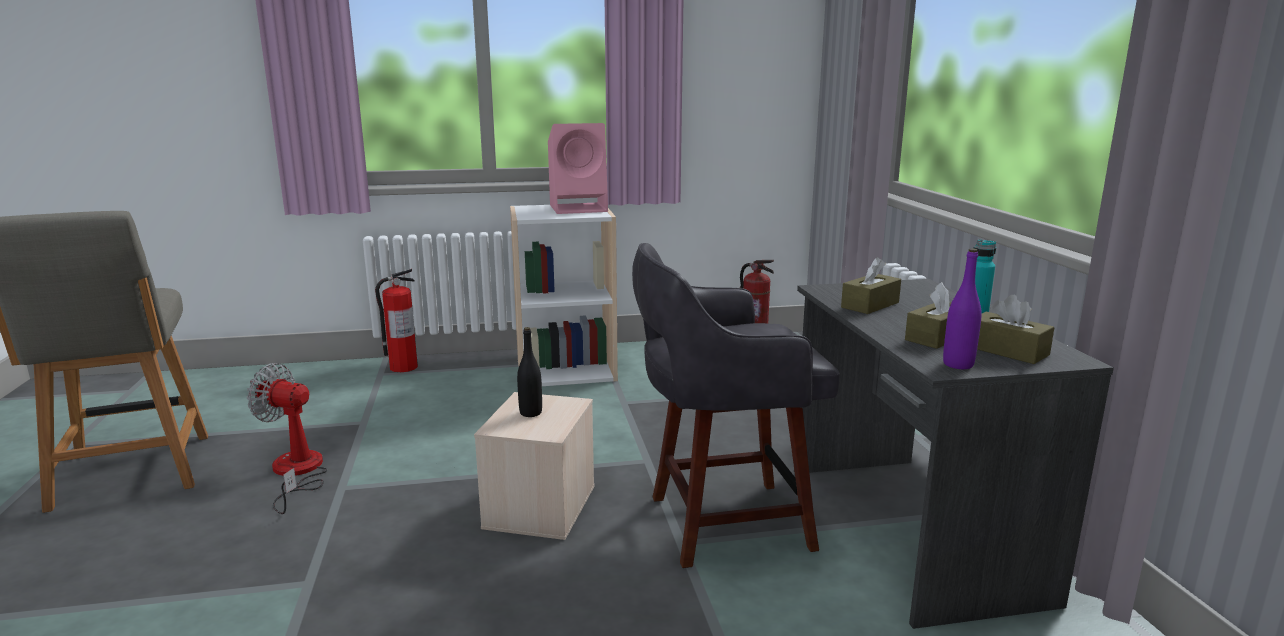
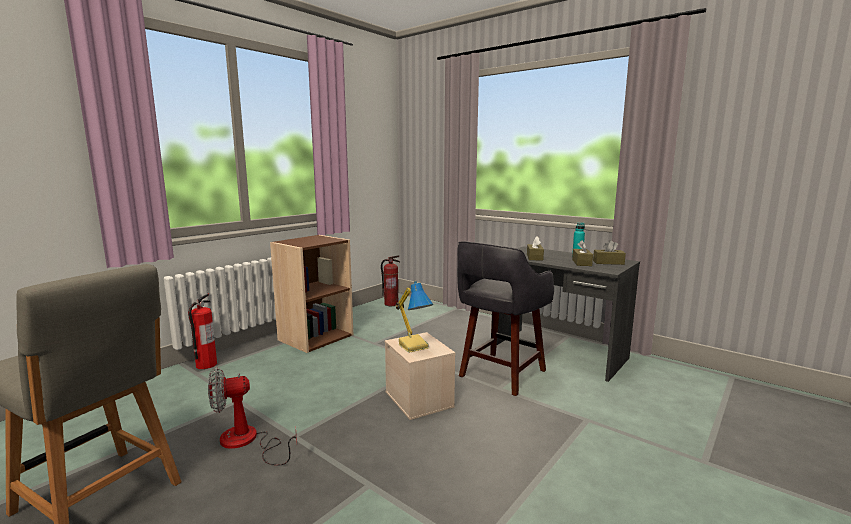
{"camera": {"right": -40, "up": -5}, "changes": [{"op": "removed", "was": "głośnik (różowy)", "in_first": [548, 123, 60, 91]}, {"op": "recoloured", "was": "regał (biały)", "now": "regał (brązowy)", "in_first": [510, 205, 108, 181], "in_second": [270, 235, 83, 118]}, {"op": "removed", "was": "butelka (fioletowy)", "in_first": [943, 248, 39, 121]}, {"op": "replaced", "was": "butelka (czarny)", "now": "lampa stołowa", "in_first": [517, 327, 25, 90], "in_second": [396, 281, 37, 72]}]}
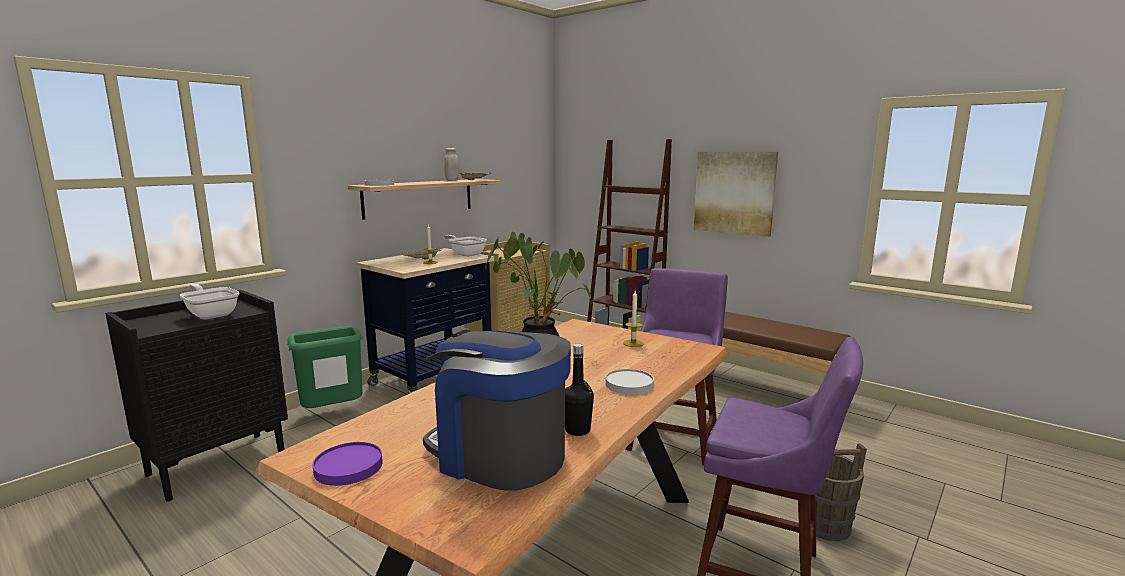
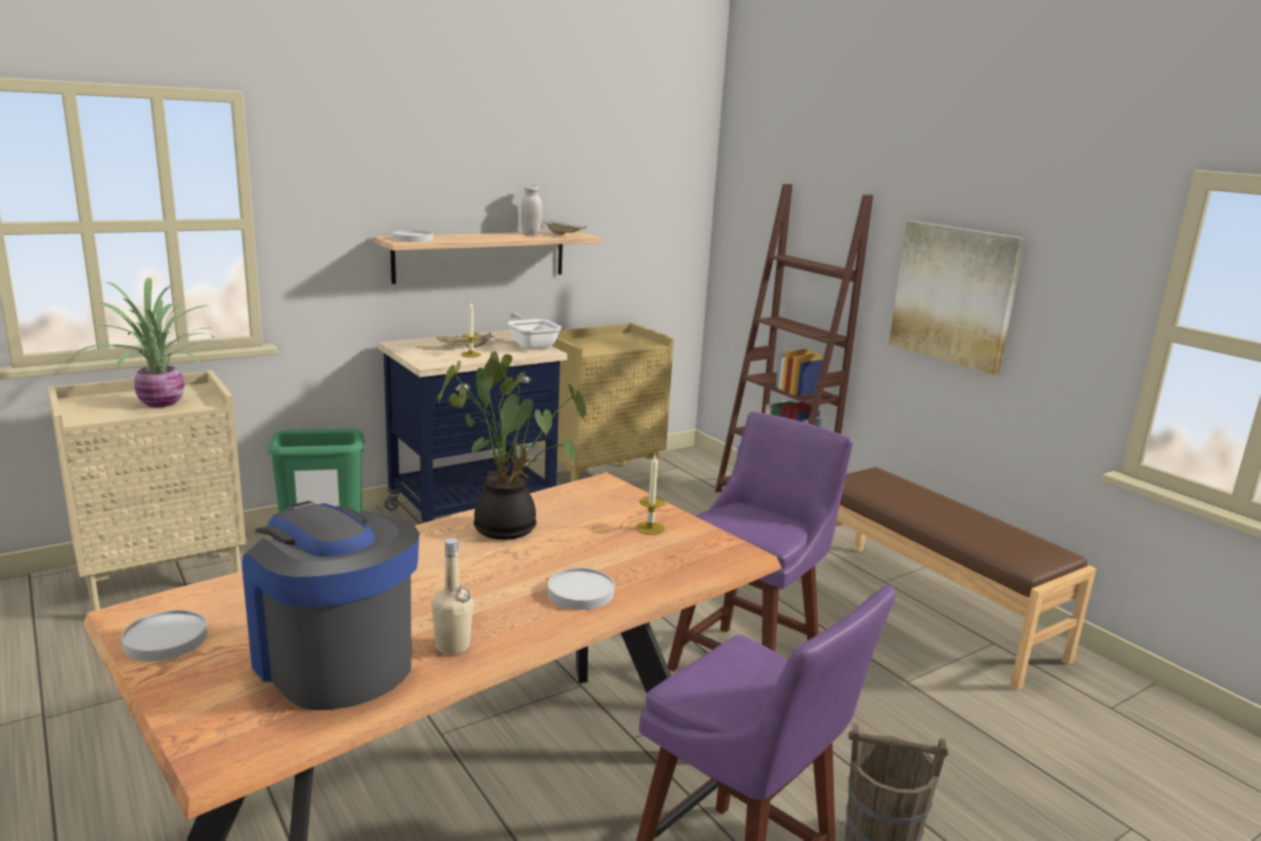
{"camera": {"right": 15, "up": 5}, "changes": [{"op": "replaced", "was": "patelnia", "now": "roślina doniczkowa", "in_first": [180, 284, 60, 35], "in_second": [74, 277, 145, 130]}, {"op": "recoloured", "was": "szafka (czarny)", "now": "szafka (beżowy)", "in_first": [105, 290, 183, 211], "in_second": [48, 370, 198, 241]}, {"op": "recoloured", "was": "butelka (czarny)", "now": "butelka (beżowy)", "in_first": [565, 344, 29, 92], "in_second": [431, 538, 42, 117]}, {"op": "recoloured", "was": "talerz (fioletowy)", "now": "talerz (biały)", "in_first": [313, 442, 70, 44], "in_second": [121, 610, 86, 51]}]}
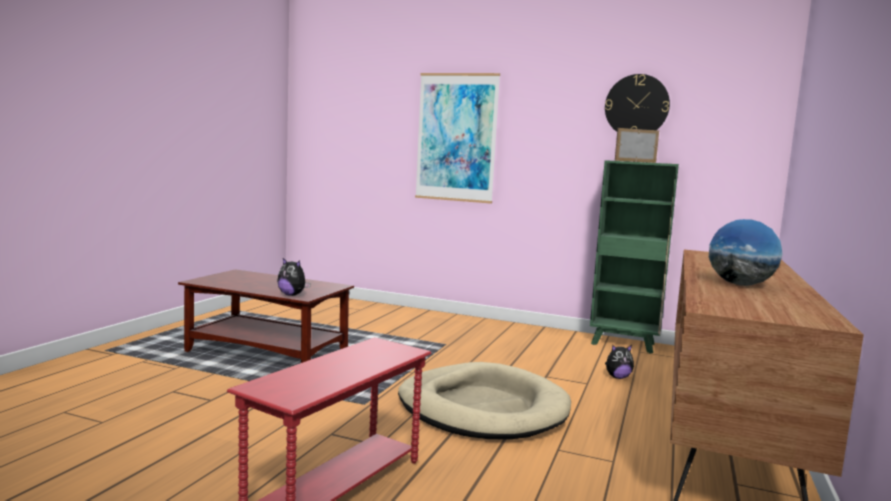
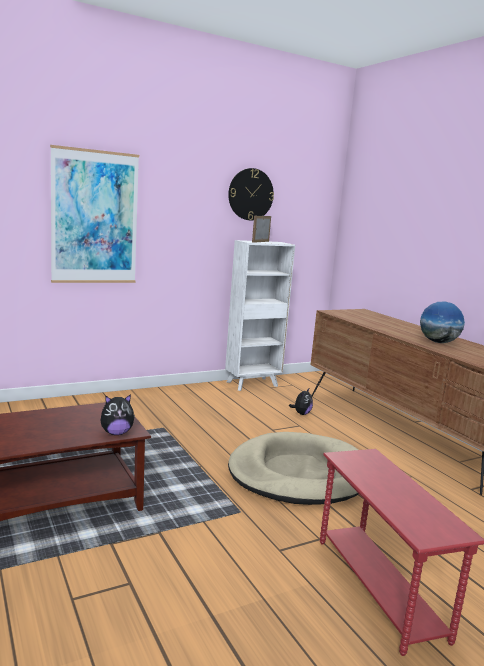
{"camera": {"right": -50, "up": 5}, "changes": [{"op": "recoloured", "was": "regał (zielony)", "now": "regał (biały)", "in_first": [590, 160, 89, 193], "in_second": [225, 240, 70, 151]}]}
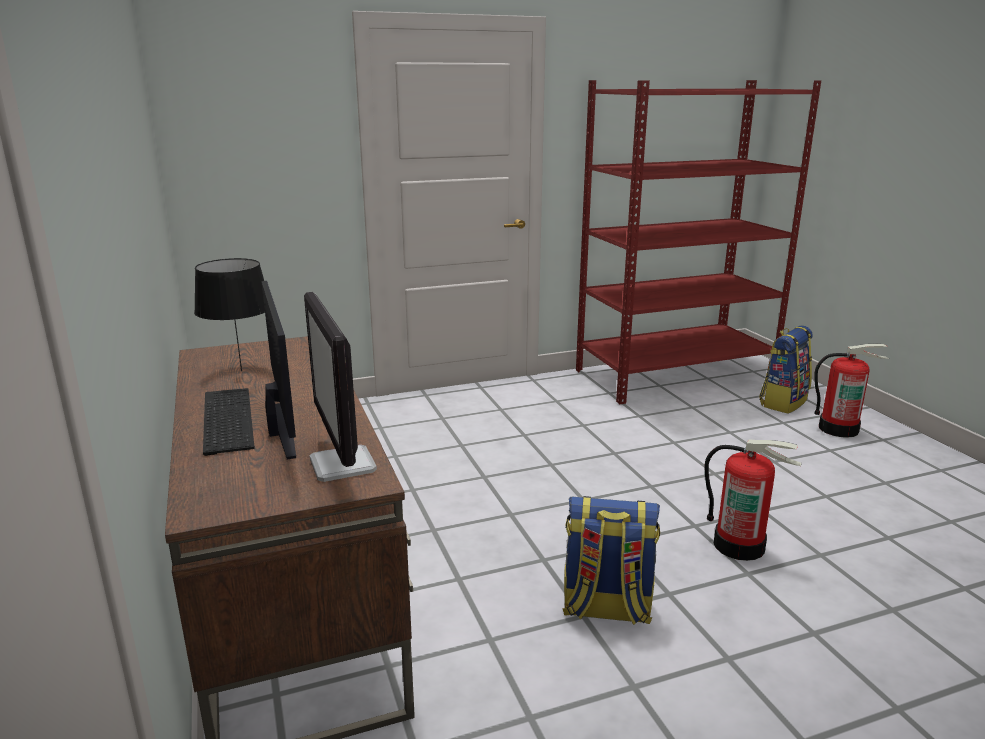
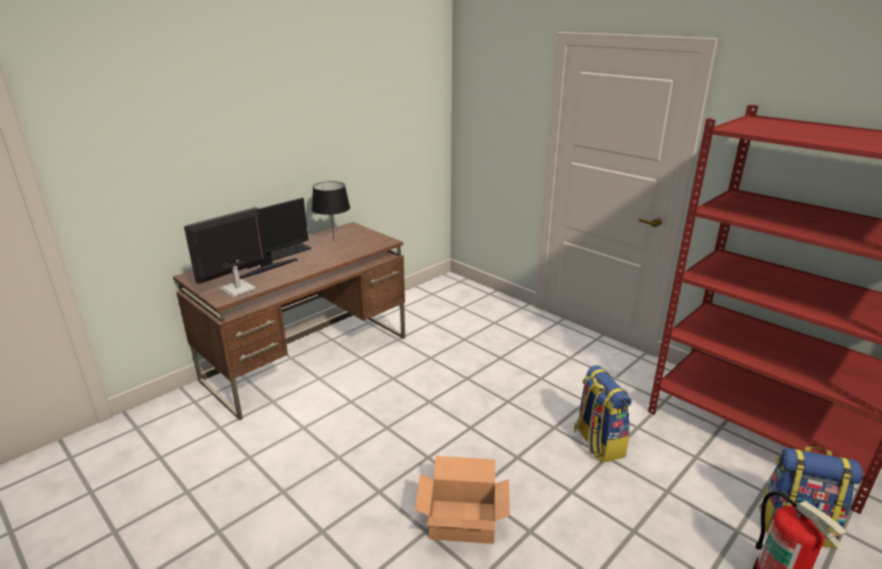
{"camera": {"right": 65, "up": 5}, "changes": [{"op": "replaced", "was": "gaśnica", "now": "karton", "in_first": [705, 439, 97, 122], "in_second": [415, 456, 95, 88]}, {"op": "moved", "was": "plecak", "in_first": [563, 496, 97, 129], "in_second": [574, 365, 58, 97]}]}
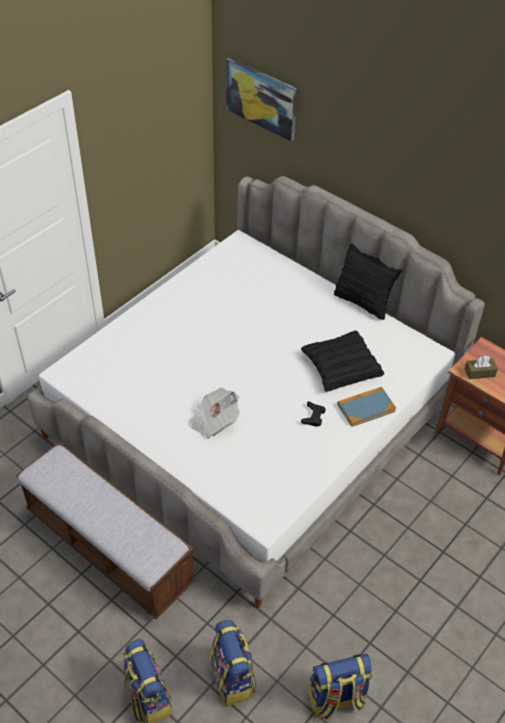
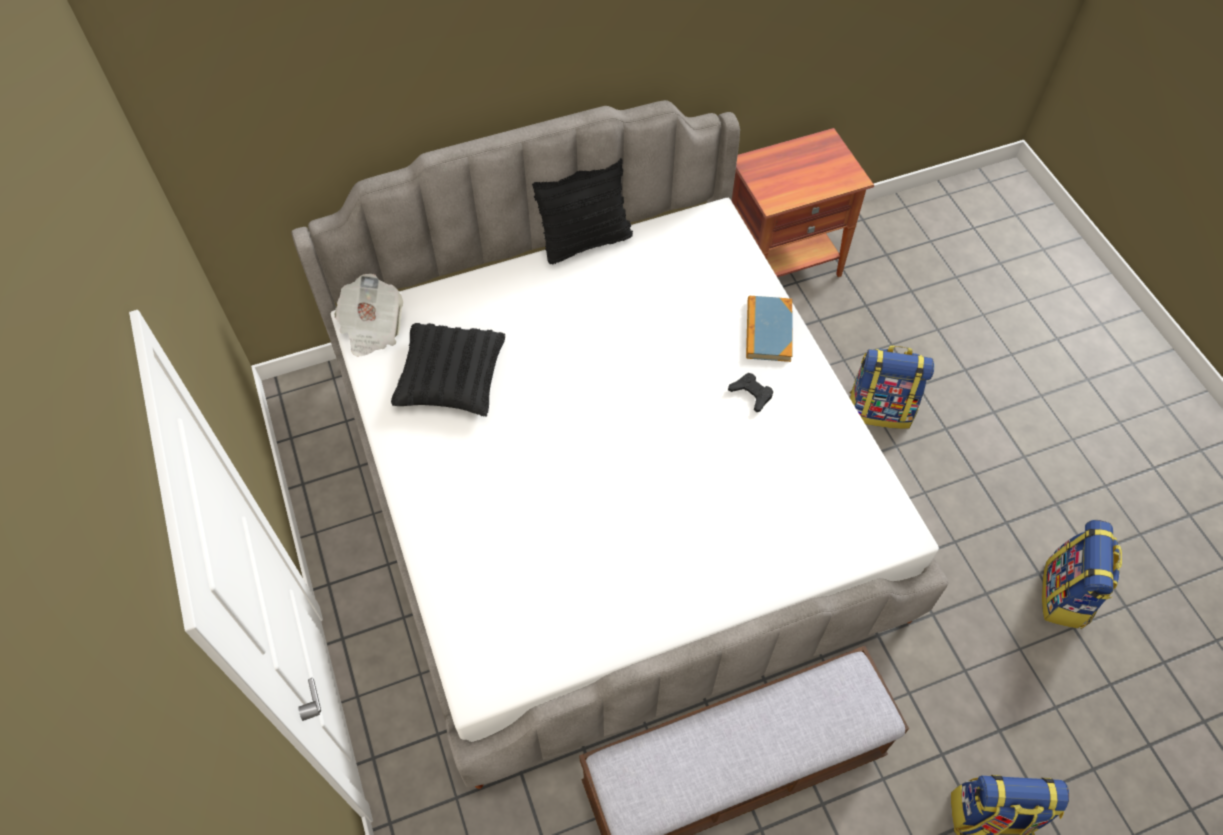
{"camera": {"right": -60, "up": 10}, "changes": [{"op": "removed", "was": "obraz", "in_first": [226, 57, 71, 85]}, {"op": "moved", "was": "poduszka (czarny)", "in_first": [301, 331, 83, 61], "in_second": [391, 323, 114, 94]}, {"op": "removed", "was": "pudełko chusteczek (brązowy)", "in_first": [464, 356, 34, 23]}, {"op": "moved", "was": "gazeta", "in_first": [188, 388, 51, 51], "in_second": [334, 274, 69, 83]}, {"op": "moved", "was": "plecak", "in_first": [210, 620, 47, 86], "in_second": [850, 345, 84, 84]}]}
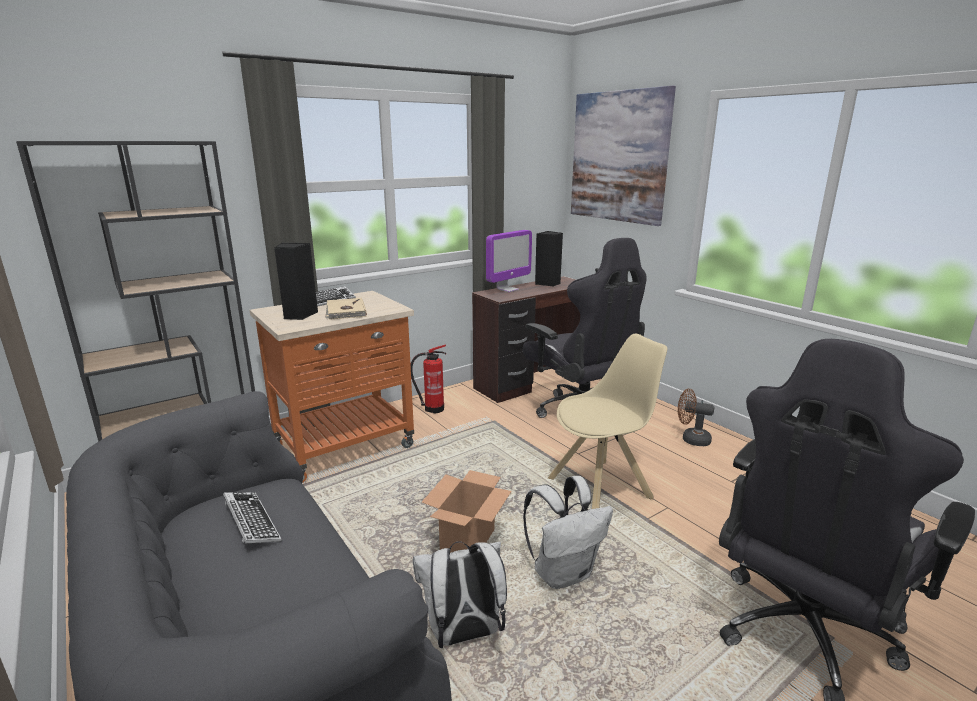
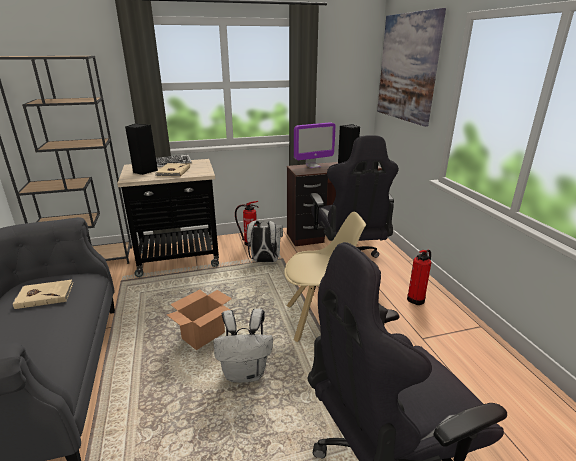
{"camera": {"right": 20, "up": 5}, "changes": [{"op": "recoloured", "was": "wózek (pomarańczowy)", "now": "wózek (czarny)", "in_first": [250, 291, 164, 191], "in_second": [117, 159, 102, 118]}, {"op": "replaced", "was": "wentylator (brązowy)", "now": "gaśnica", "in_first": [678, 388, 36, 58], "in_second": [407, 250, 24, 55]}, {"op": "replaced", "was": "klawiatura", "now": "książka (beżowy)", "in_first": [223, 492, 59, 51], "in_second": [13, 280, 61, 29]}, {"op": "moved", "was": "plecak (biały)", "in_first": [413, 541, 94, 107], "in_second": [247, 220, 36, 42]}]}
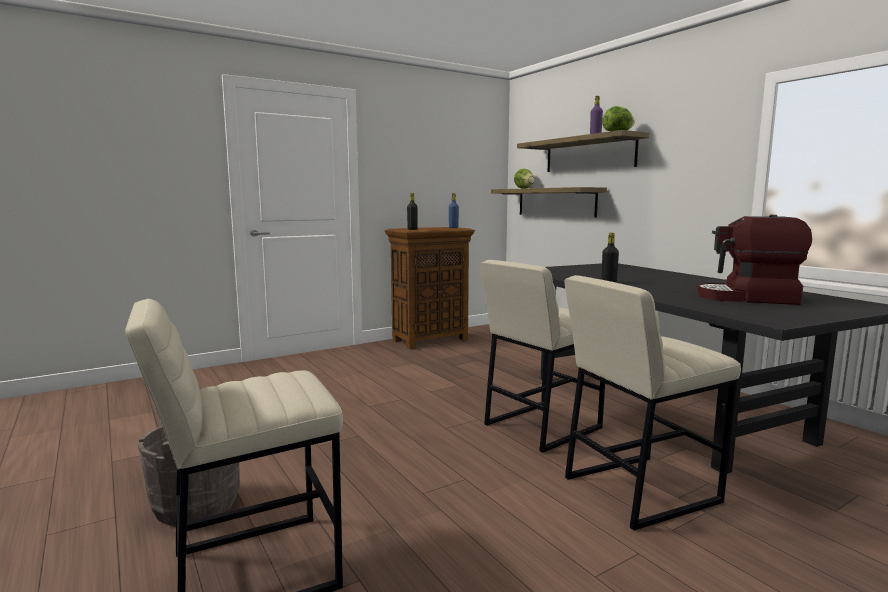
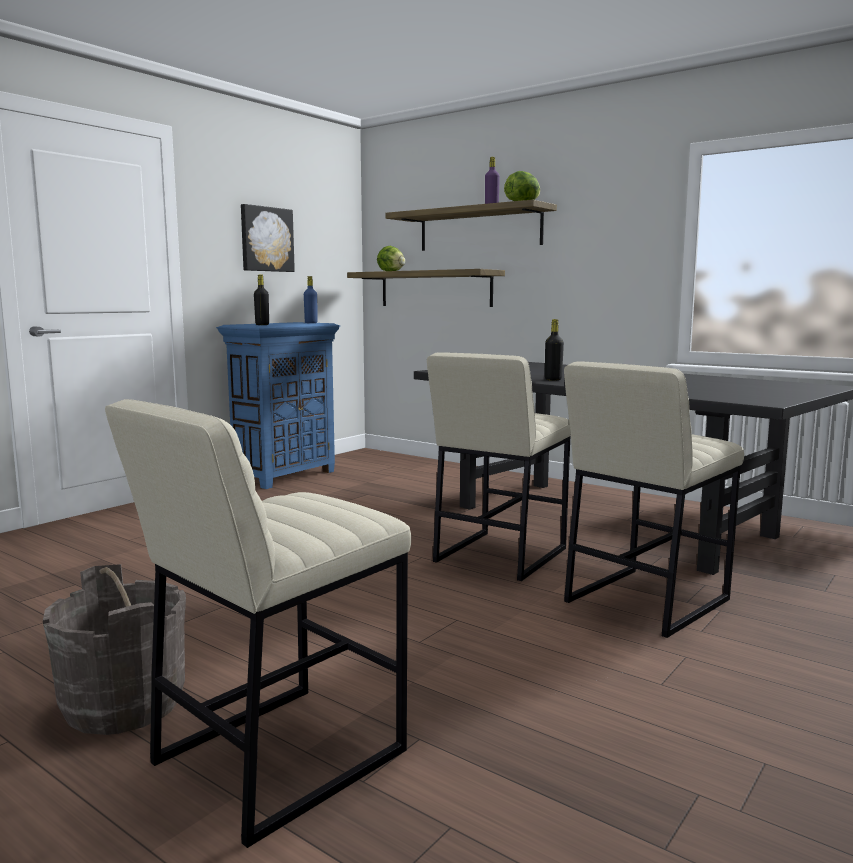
{"camera": {"right": -20, "up": 0}, "changes": [{"op": "removed", "was": "ekspres do kawy", "in_first": [697, 215, 115, 90]}, {"op": "recoloured", "was": "szafka (brązowy)", "now": "szafka (niebieski)", "in_first": [384, 227, 91, 122], "in_second": [216, 322, 124, 167]}, {"op": "added", "now": "obraz", "in_second": [241, 204, 54, 68]}]}
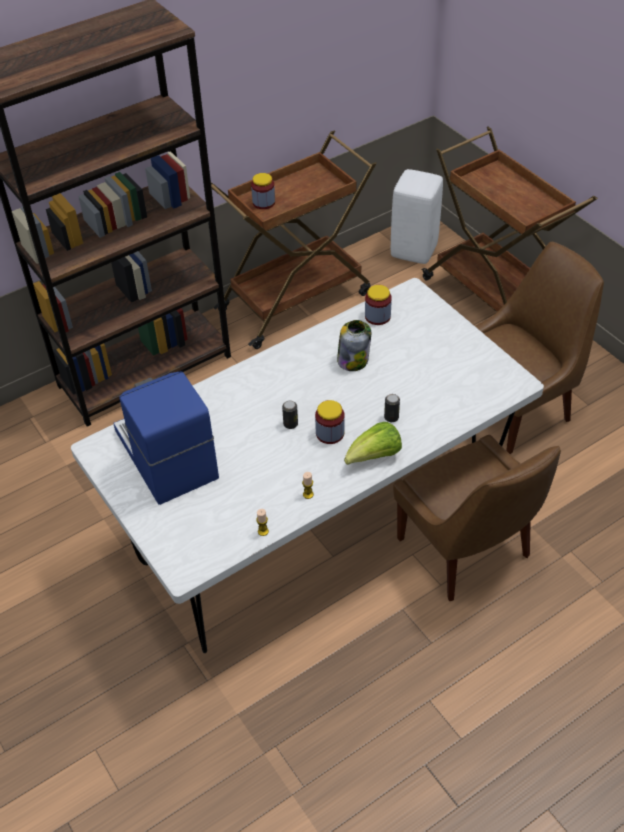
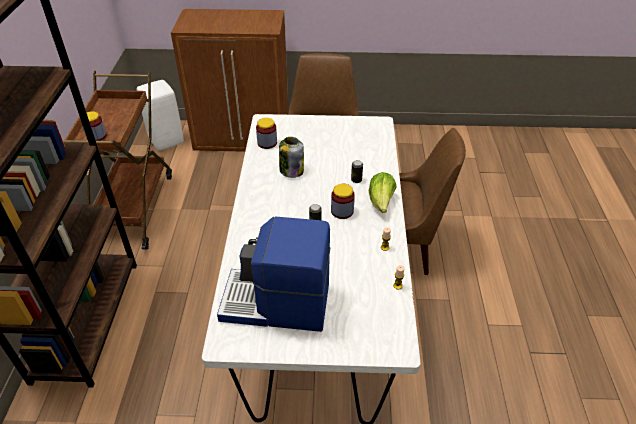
{"camera": {"right": -55, "up": -5}, "changes": [{"op": "replaced", "was": "wózek (brązowy)", "now": "szafka (brązowy)", "in_first": [421, 126, 177, 186], "in_second": [171, 9, 118, 143]}]}
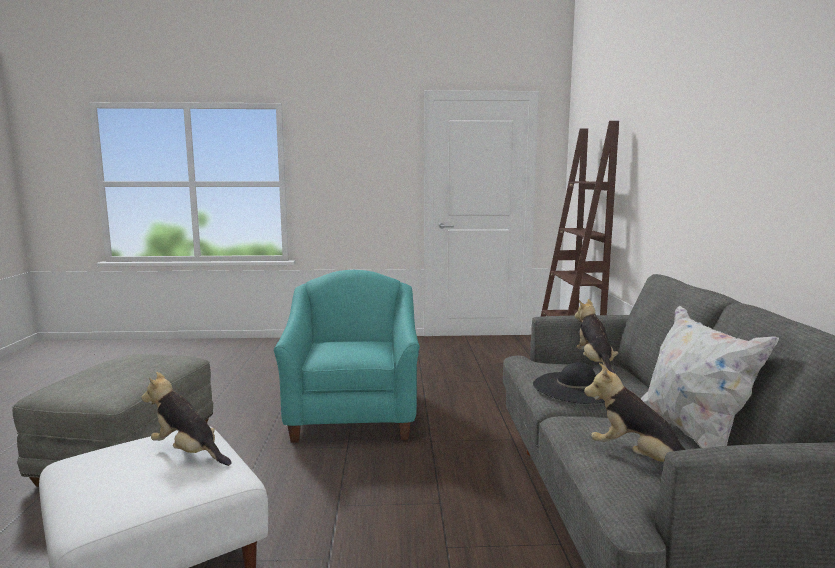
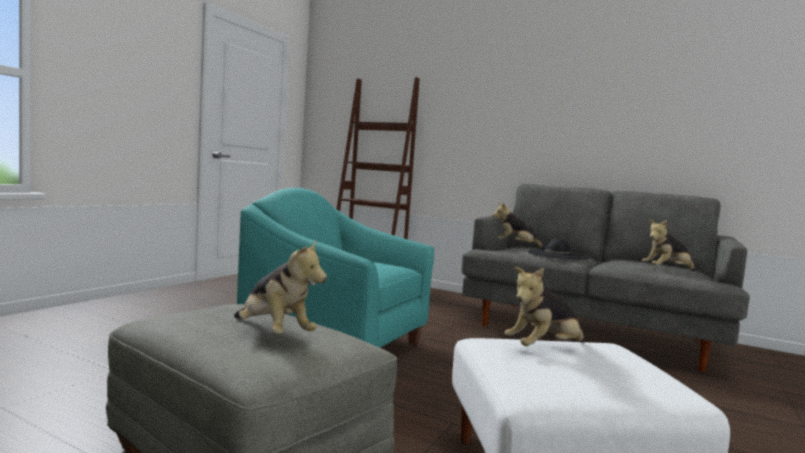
{"camera": {"right": -60, "up": -5}, "changes": [{"op": "removed", "was": "poduszka (biały)", "in_first": [641, 305, 138, 143]}, {"op": "added", "now": "pluszak", "in_second": [234, 240, 93, 94]}]}
